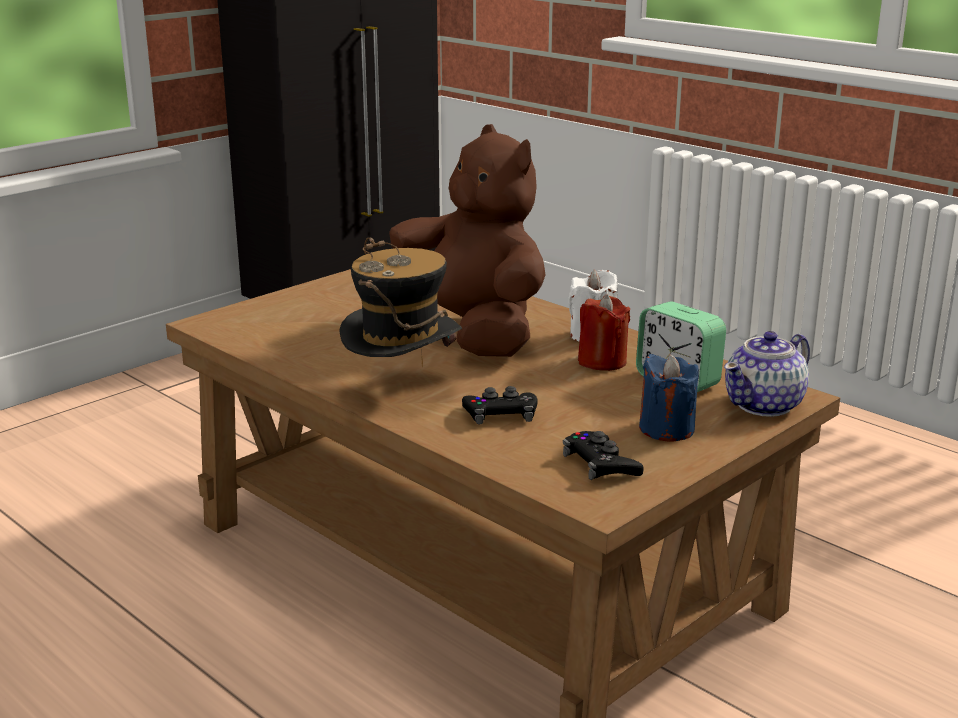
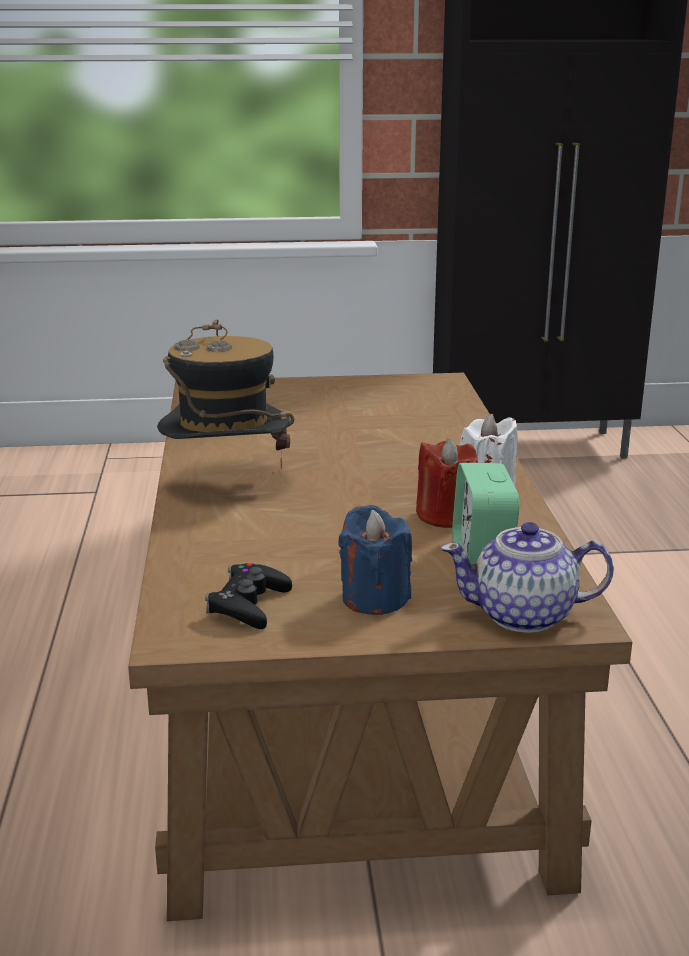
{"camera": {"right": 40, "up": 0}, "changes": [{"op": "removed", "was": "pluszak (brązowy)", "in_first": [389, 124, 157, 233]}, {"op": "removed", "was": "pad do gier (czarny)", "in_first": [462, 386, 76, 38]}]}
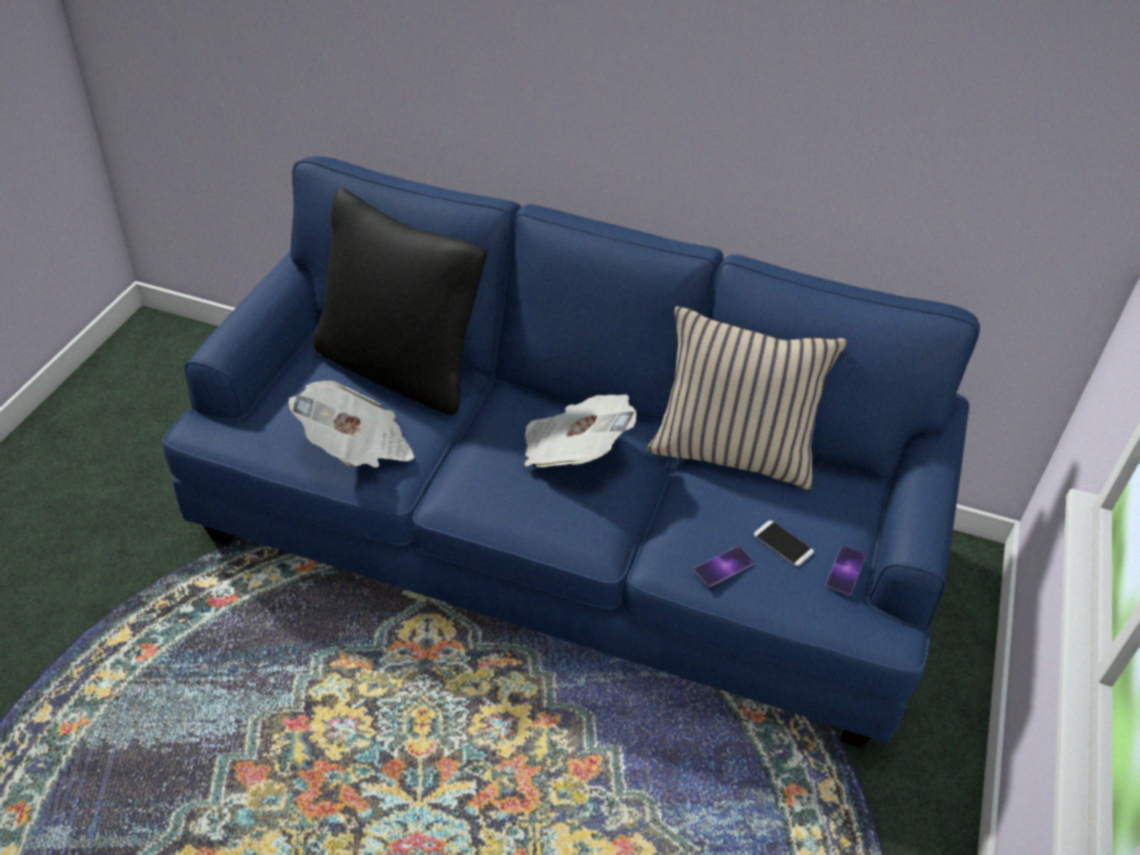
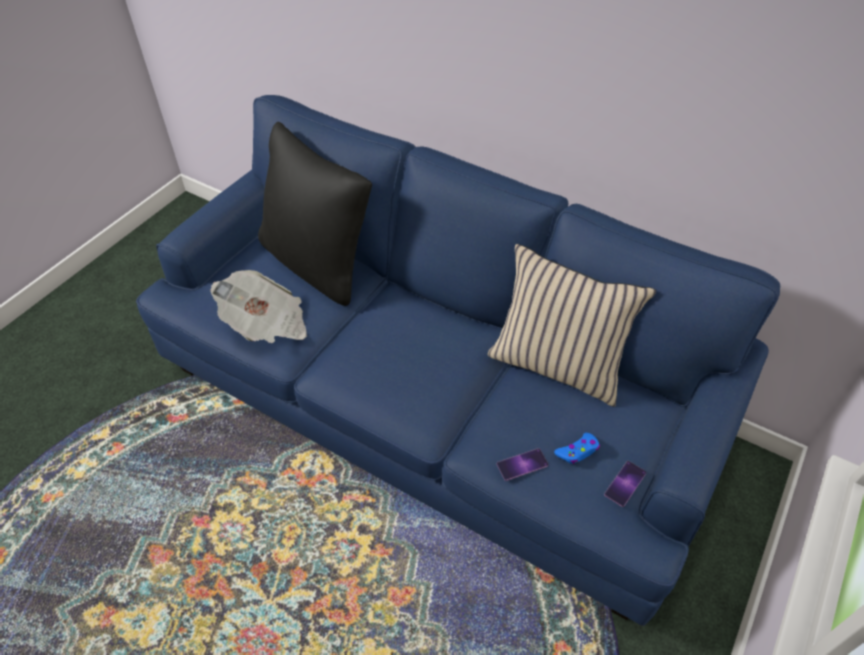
{"camera": {"right": 15, "up": 5}, "changes": [{"op": "removed", "was": "gazeta", "in_first": [524, 394, 113, 73]}, {"op": "replaced", "was": "telefon", "now": "pad do gier (niebieski)", "in_first": [754, 520, 60, 46], "in_second": [554, 433, 46, 31]}]}
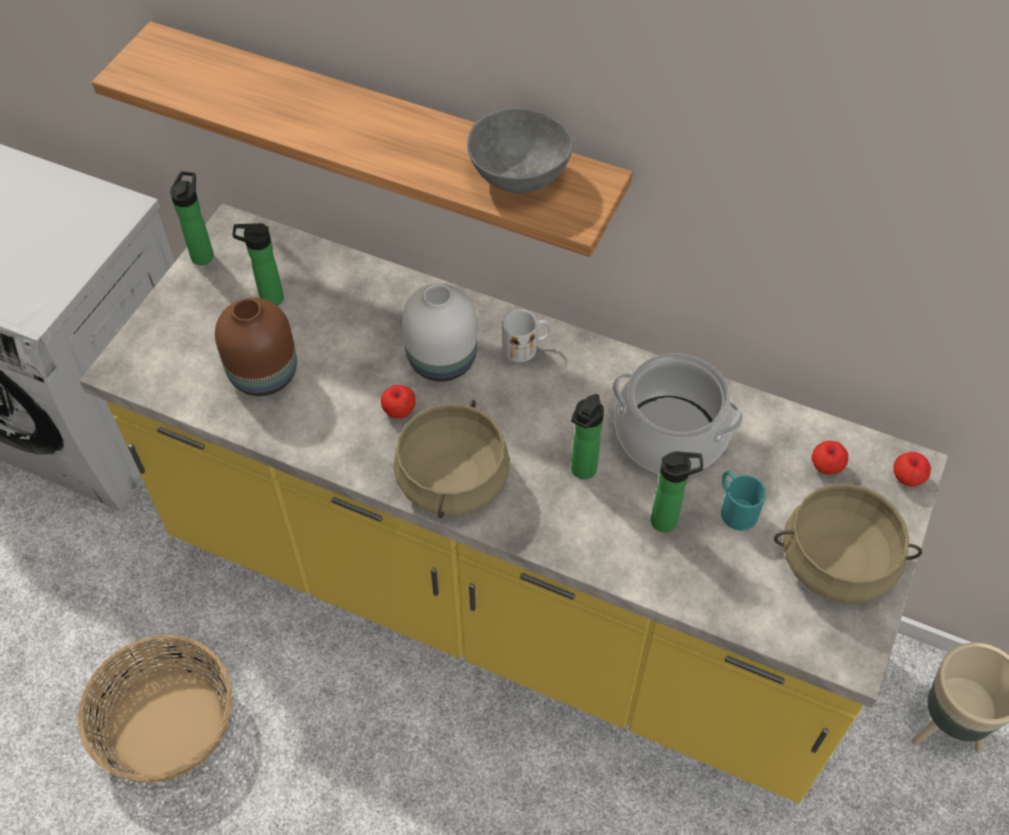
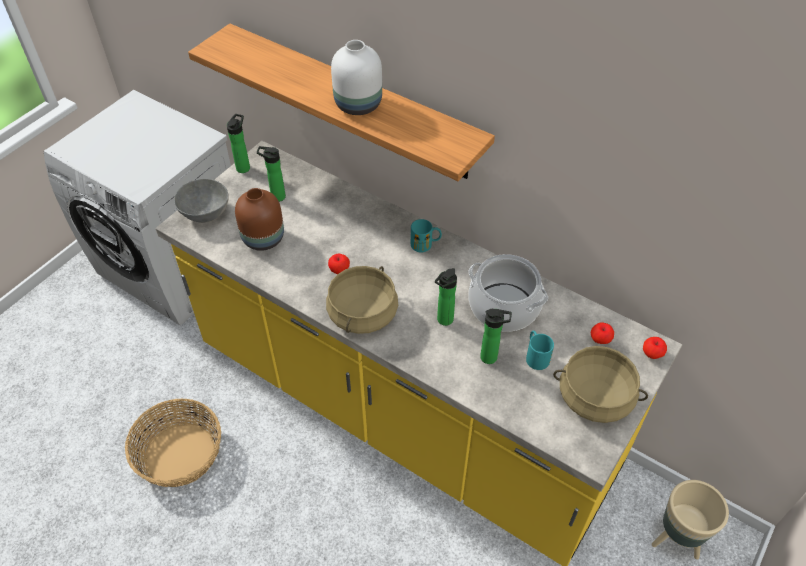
{"camera": {"right": 10, "up": -5}, "changes": [{"op": "moved", "was": "miska (szary)", "in_first": [467, 108, 106, 86], "in_second": [174, 179, 55, 44]}, {"op": "moved", "was": "wazon (biały)", "in_first": [402, 284, 75, 98], "in_second": [331, 40, 51, 75]}, {"op": "recoloured", "was": "kubek (biały)", "now": "kubek (turkusowy)", "in_first": [503, 310, 49, 52], "in_second": [411, 219, 31, 33]}]}
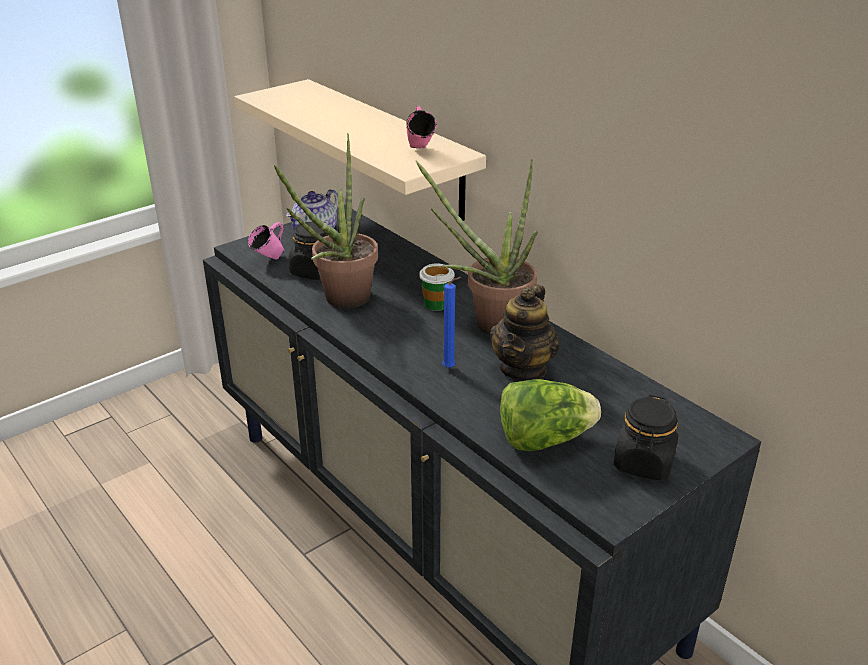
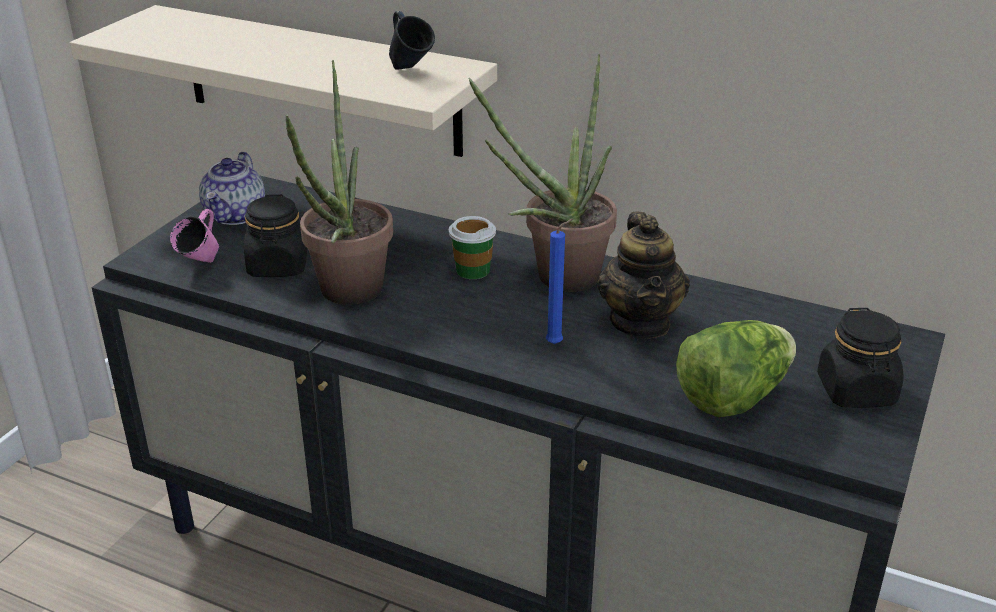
{"camera": {"right": -25, "up": 0}, "changes": [{"op": "recoloured", "was": "kubek (różowy)", "now": "kubek (niebieski)", "in_first": [406, 106, 31, 42], "in_second": [389, 11, 46, 59]}]}
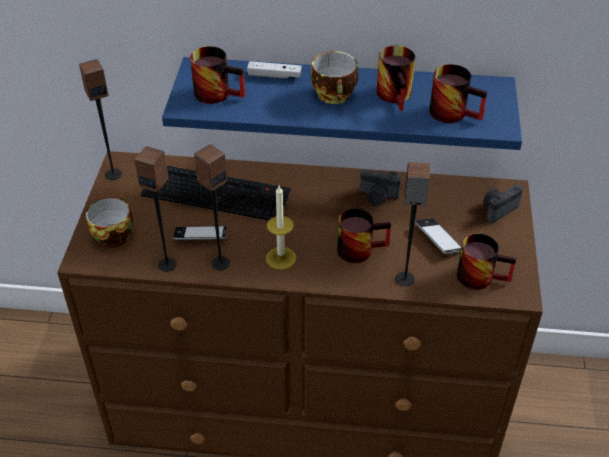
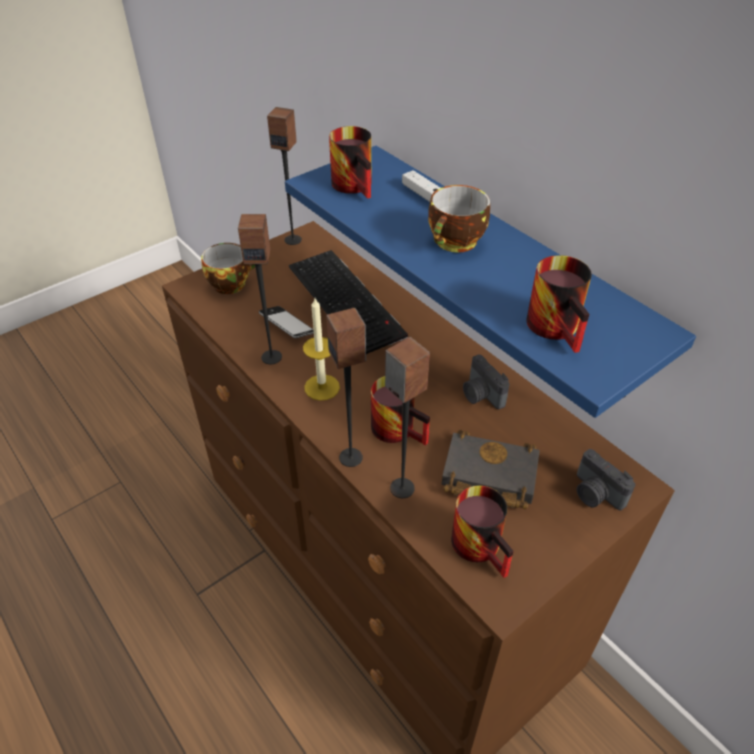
{"camera": {"right": 45, "up": 0}, "changes": [{"op": "removed", "was": "kubek", "in_first": [376, 46, 39, 65]}, {"op": "moved", "was": "głośnik", "in_first": [134, 146, 43, 126], "in_second": [326, 308, 40, 159]}, {"op": "turned", "was": "aparat fotograficzny", "in_first": [483, 184, 40, 39], "in_second": [577, 449, 58, 61], "clockwise": -135}, {"op": "replaced", "was": "telefon", "now": "książka (czarny)", "in_first": [415, 218, 47, 36], "in_second": [442, 430, 98, 79]}]}
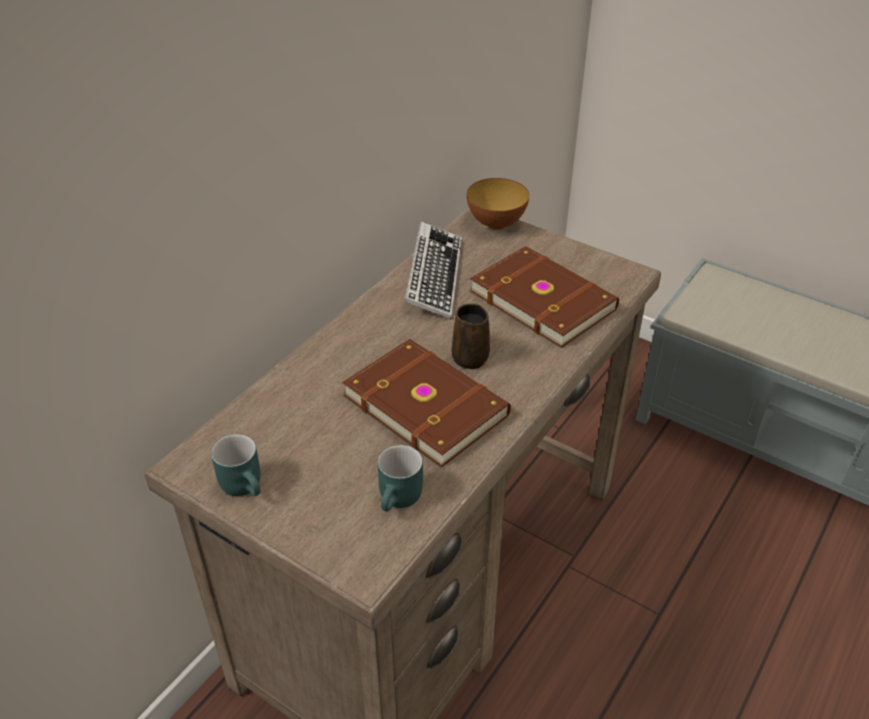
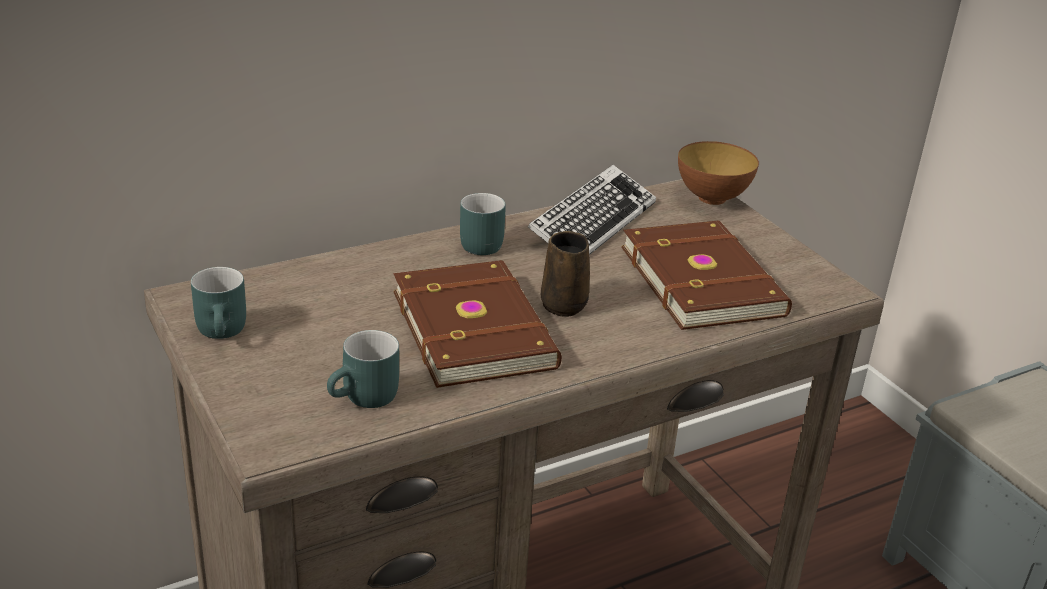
{"camera": {"right": 25, "up": -10}, "changes": [{"op": "added", "now": "kubek (turkusowy)", "in_second": [460, 193, 46, 62]}]}
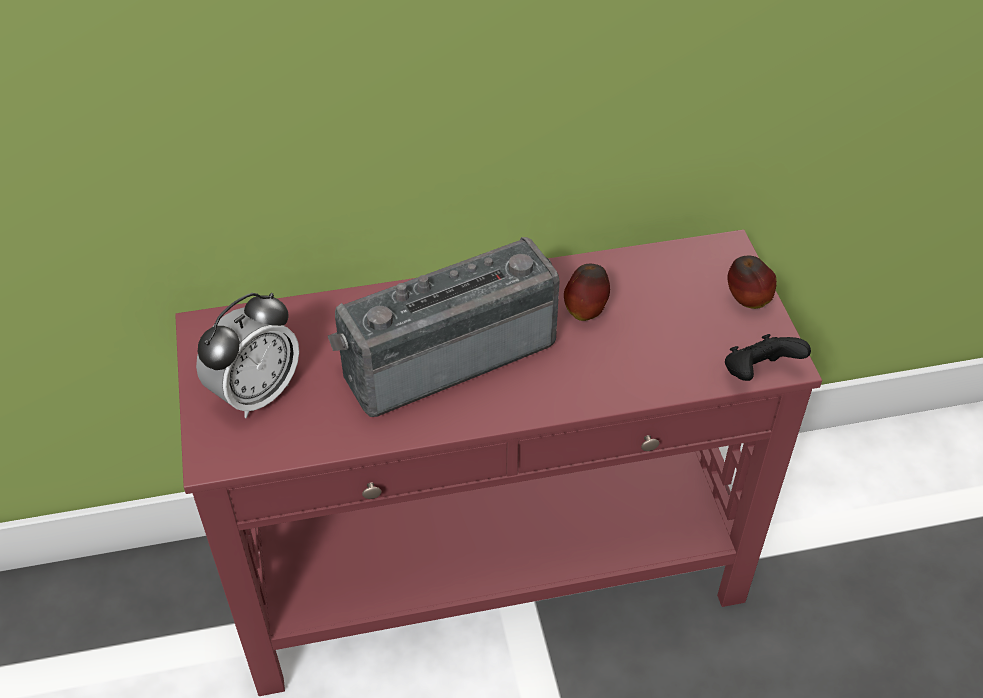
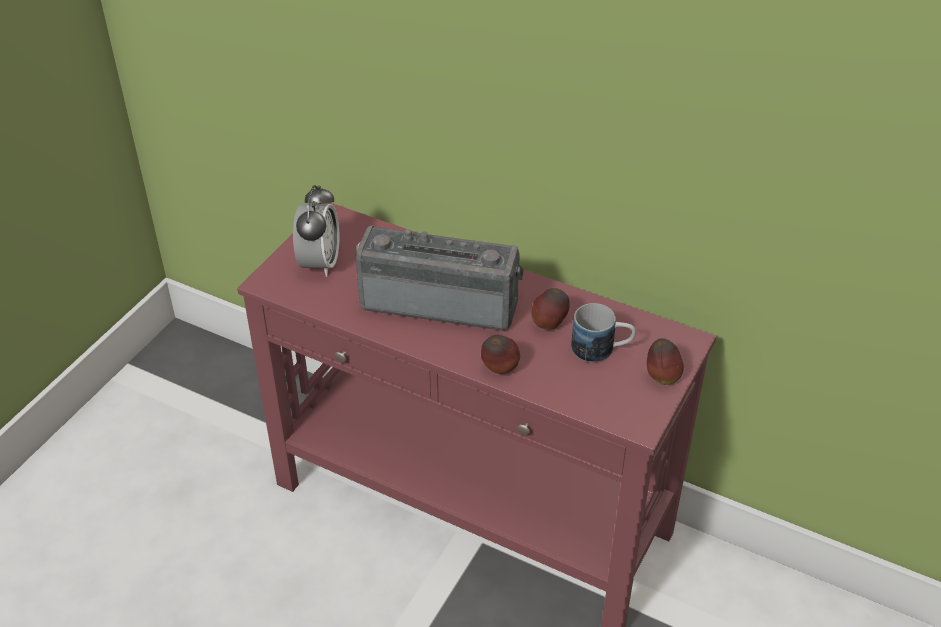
{"camera": {"right": 40, "up": -5}, "changes": [{"op": "turned", "was": "budzik", "in_first": [196, 293, 103, 125], "in_second": [293, 185, 46, 92], "clockwise": -75}, {"op": "removed", "was": "pad do gier (czarny)", "in_first": [725, 334, 86, 47]}, {"op": "added", "now": "kubek", "in_second": [571, 303, 65, 60]}, {"op": "added", "now": "jabłko", "in_second": [481, 335, 39, 39]}]}
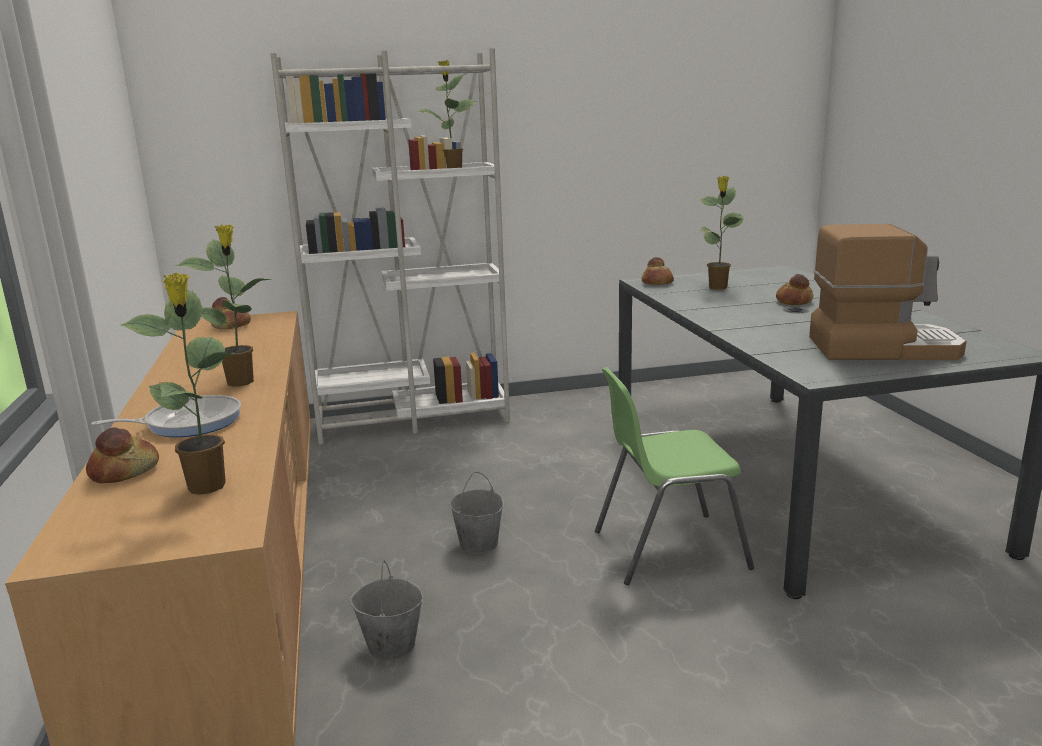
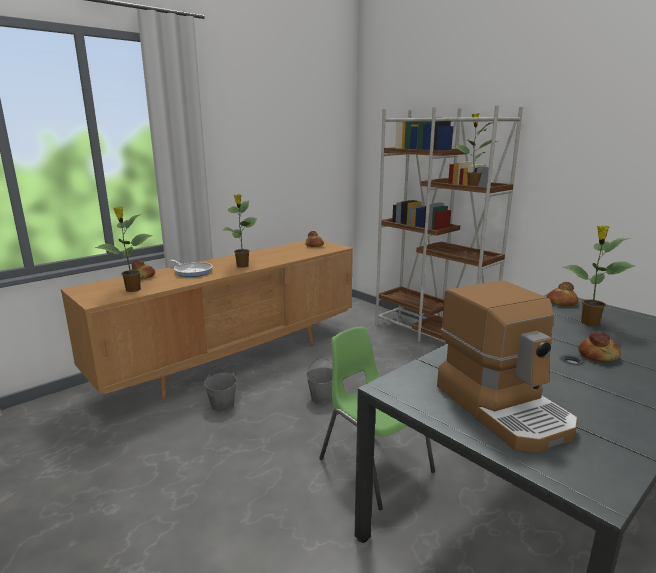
{"camera": {"right": 60, "up": 0}, "changes": [{"op": "recoloured", "was": "regał (biały)", "now": "regał (brązowy)", "in_first": [270, 48, 240, 397], "in_second": [375, 106, 148, 237]}]}
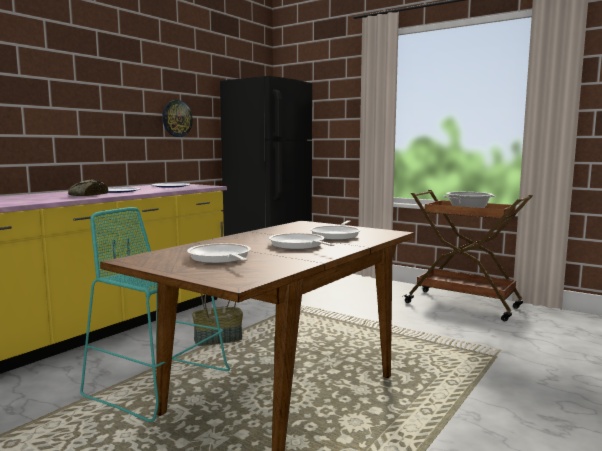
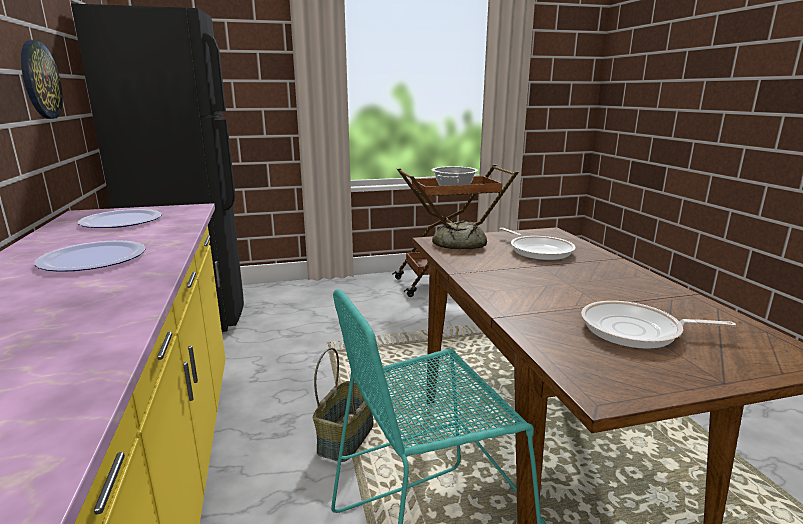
{"camera": {"right": -50, "up": 10}, "changes": [{"op": "moved", "was": "chleb", "in_first": [68, 180, 40, 16], "in_second": [432, 220, 55, 29]}, {"op": "removed", "was": "patelnia", "in_first": [269, 233, 66, 16]}]}
